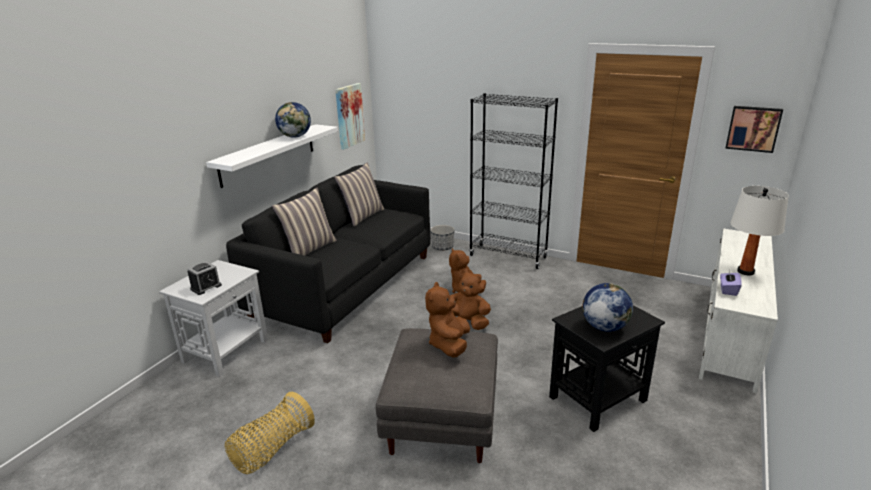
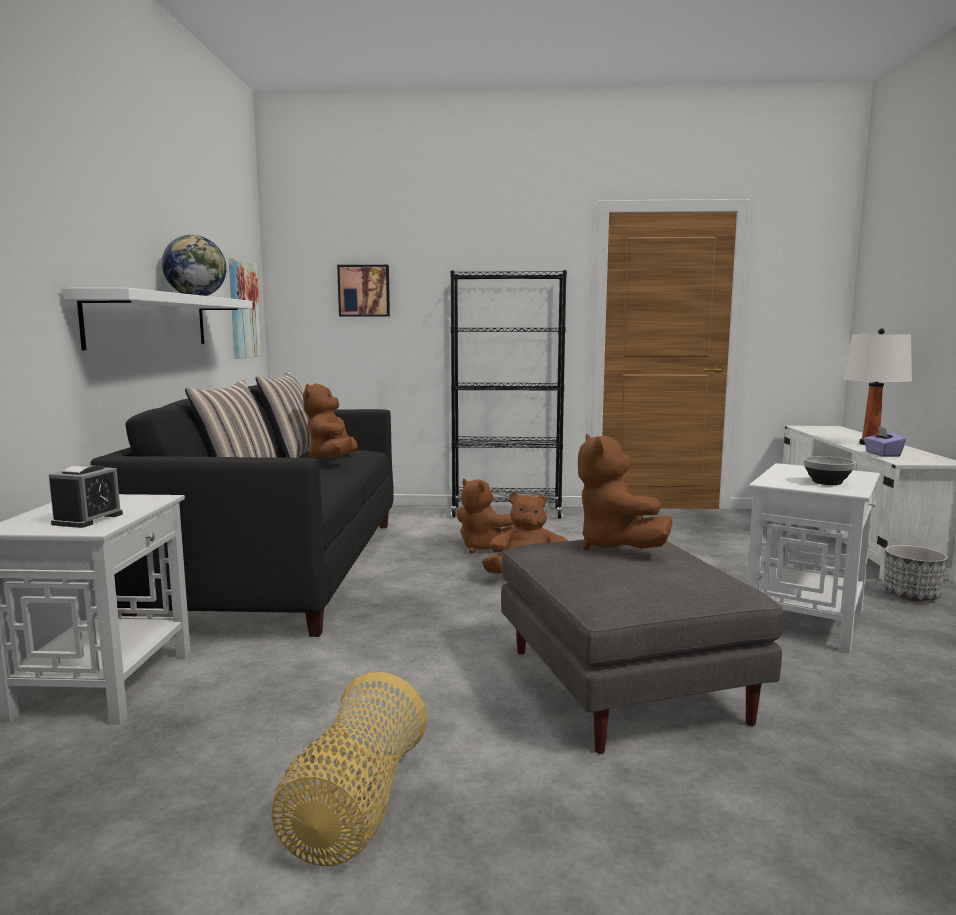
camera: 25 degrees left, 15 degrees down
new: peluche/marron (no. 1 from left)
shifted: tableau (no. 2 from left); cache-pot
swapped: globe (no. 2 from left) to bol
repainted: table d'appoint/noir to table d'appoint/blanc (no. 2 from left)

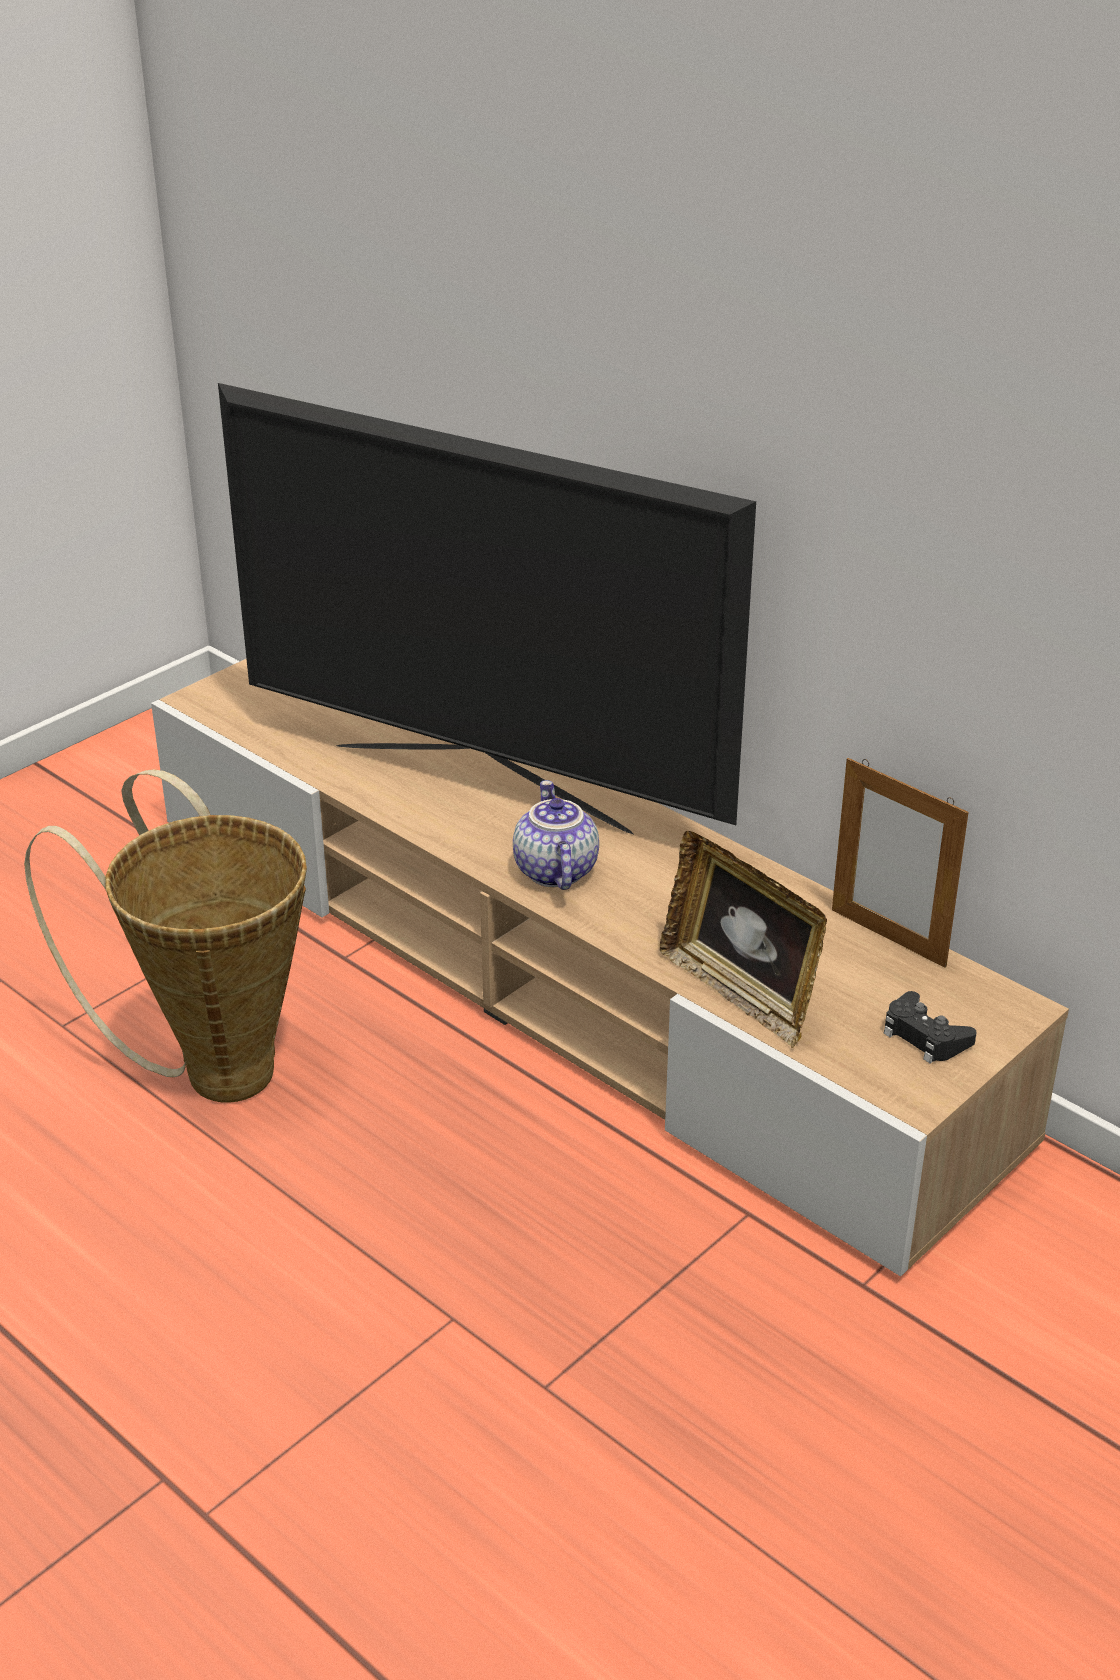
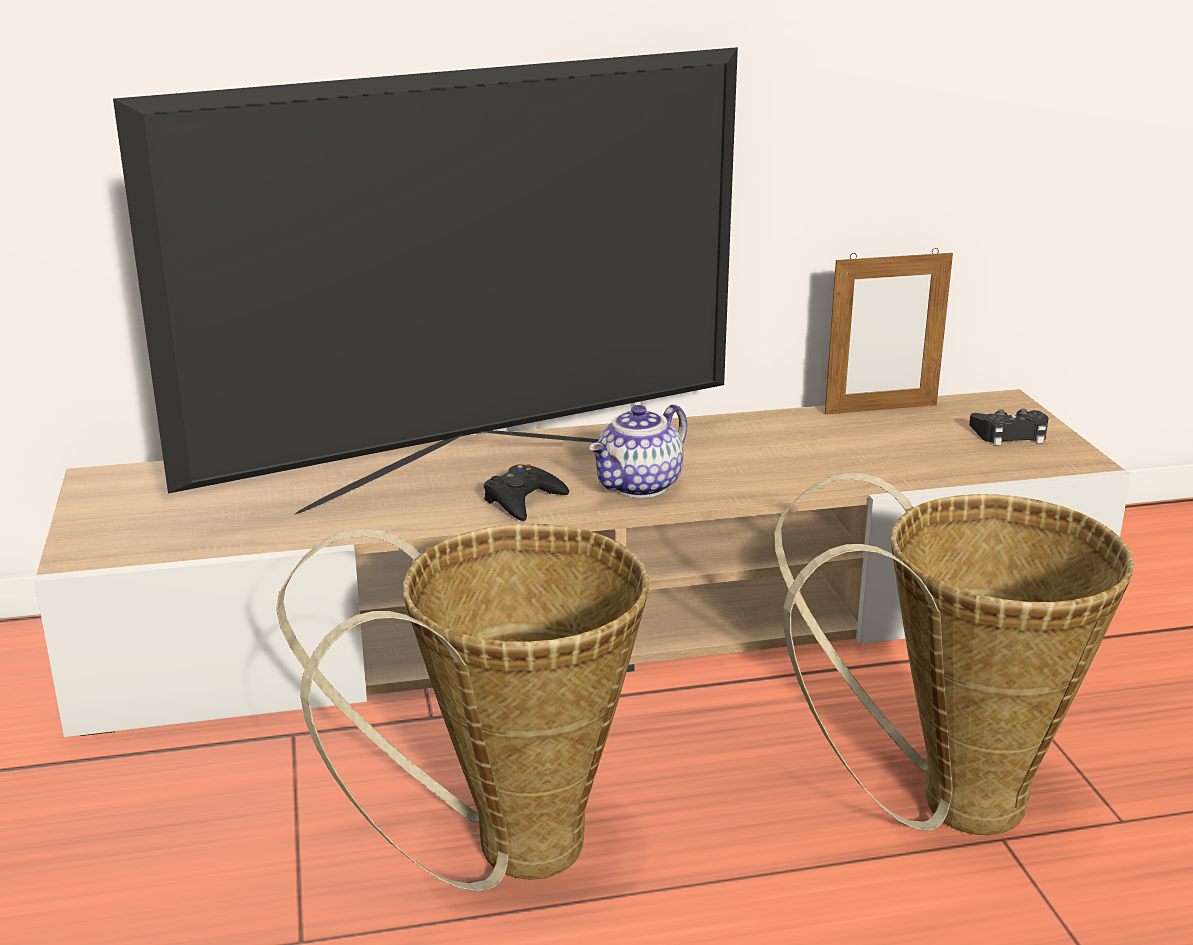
camera: 55 degrees left, 10 degrees down
gone: cadre photo (no. 1 from left)
new: manette/noir (no. 1 from left); panier (no. 2 from left)
rotated: théière 75 degrees counterclockwise

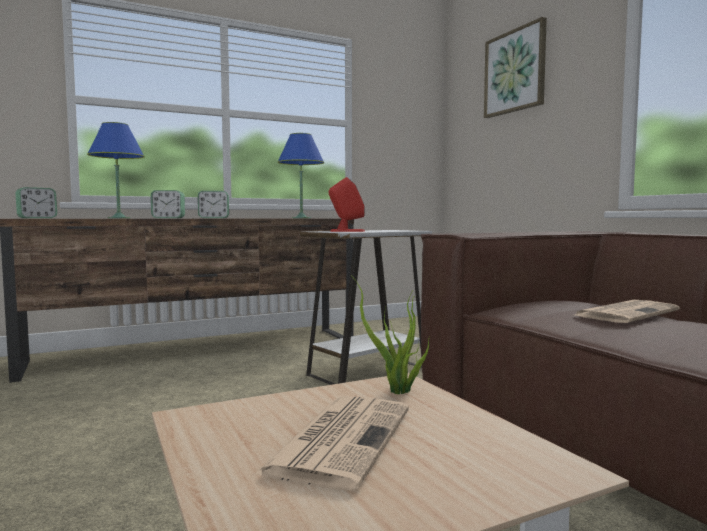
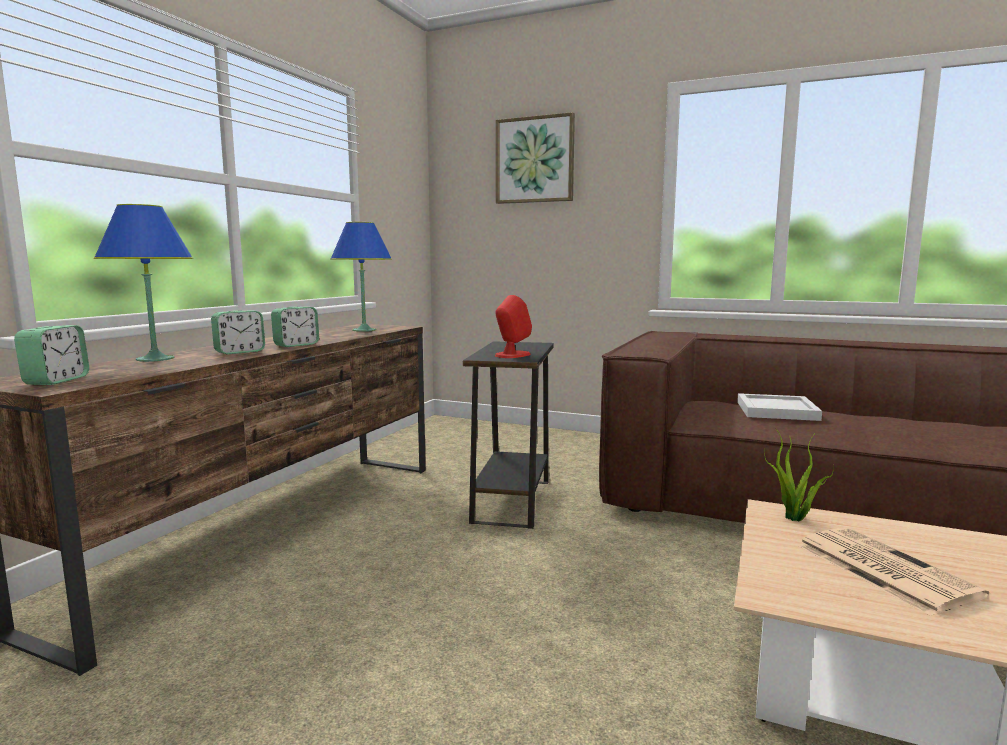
camera: 40 degrees left, 5 degrees up
swapped: journal (no. 2 from left) to plateau/blanc
repainted: table d'appoint/blanc to table d'appoint/noir

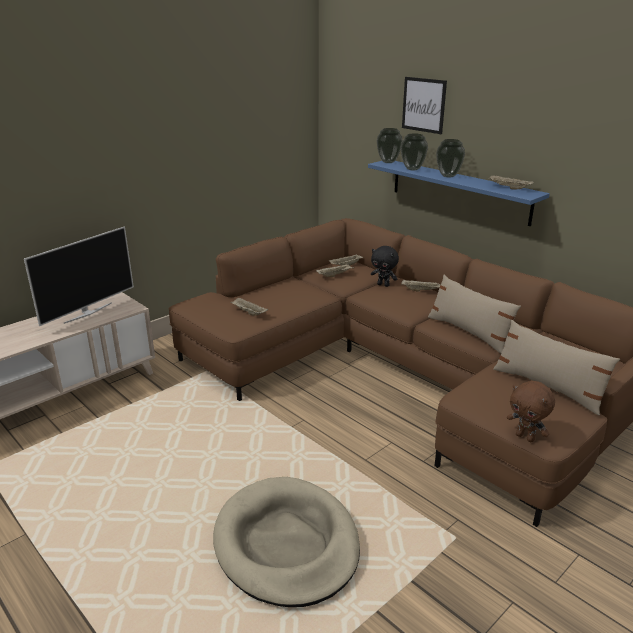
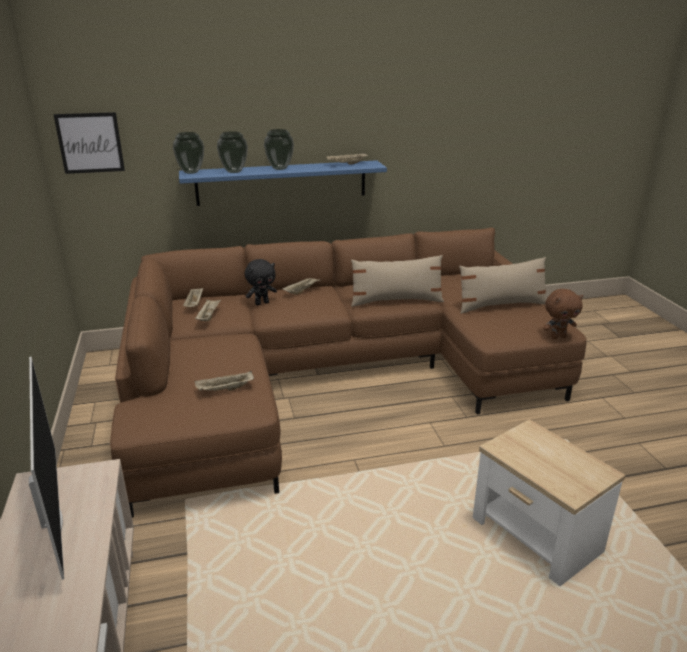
camera: 60 degrees left, 0 degrees up
shifted: tableau
swapped: panier pour chien/beige to table d'appoint

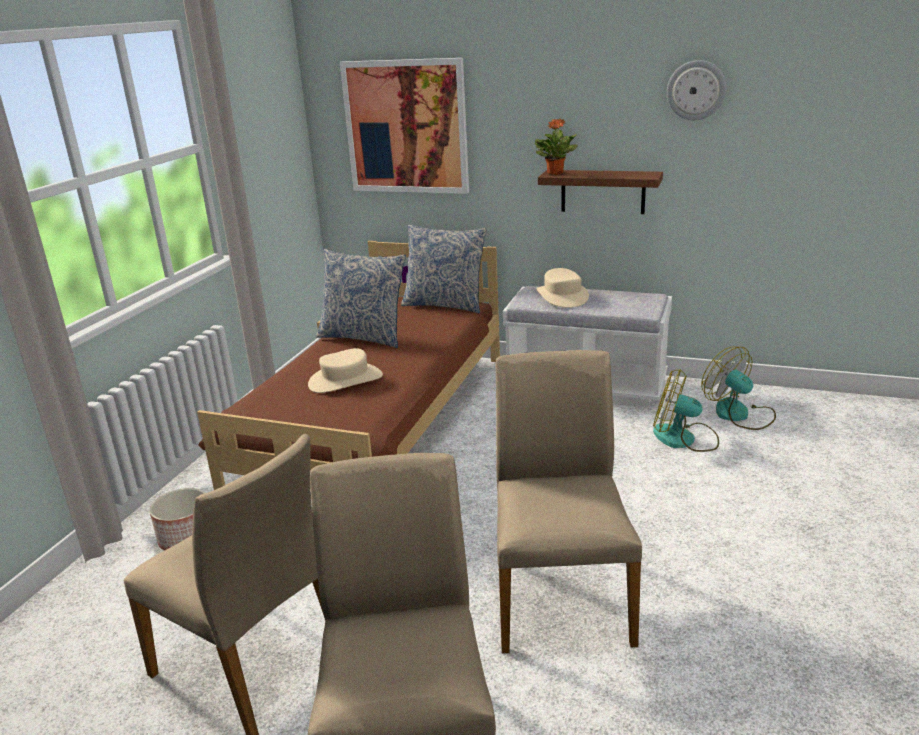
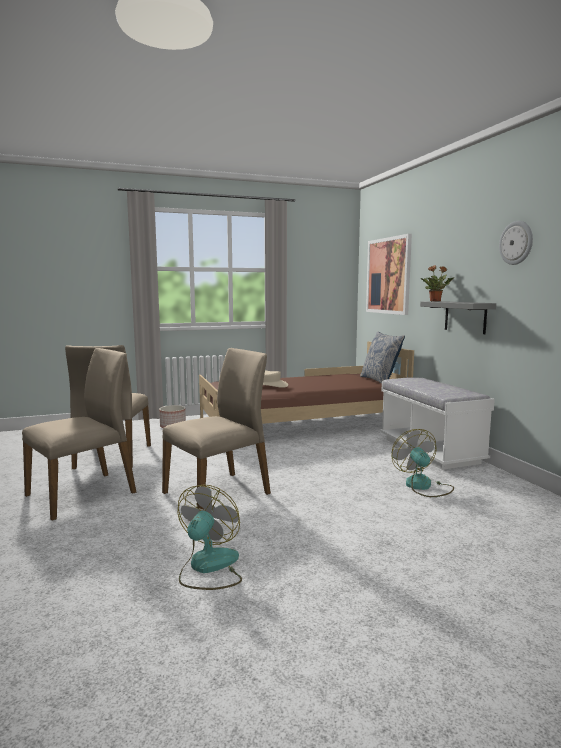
camera: 50 degrees right, 15 degrees down
gone: coussin (no. 1 from left); chapeau/beige (no. 2 from left)
shifted: ventilateur (no. 2 from left in the first image) to ventilateur (no. 1 from left)
repainted: étagère/marron to étagère/gris

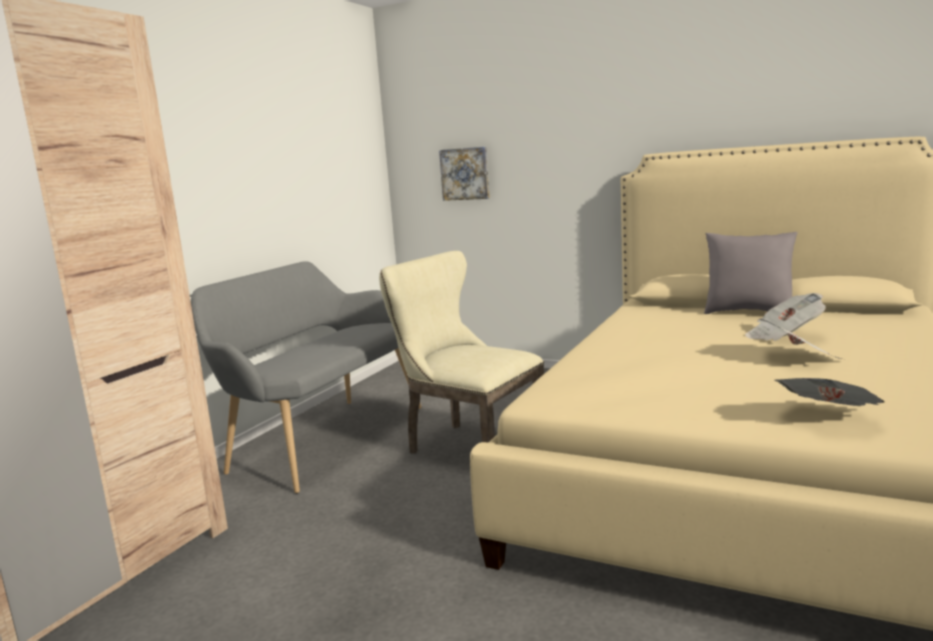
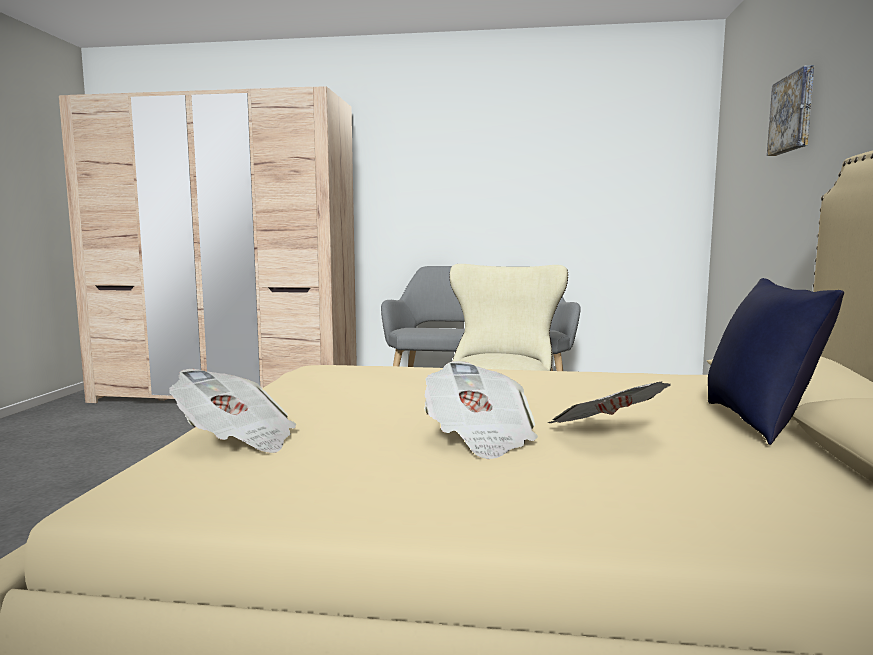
camera: 70 degrees right, 5 degrees down
shifted: tableau
repainted: coussin/gris to coussin/bleu

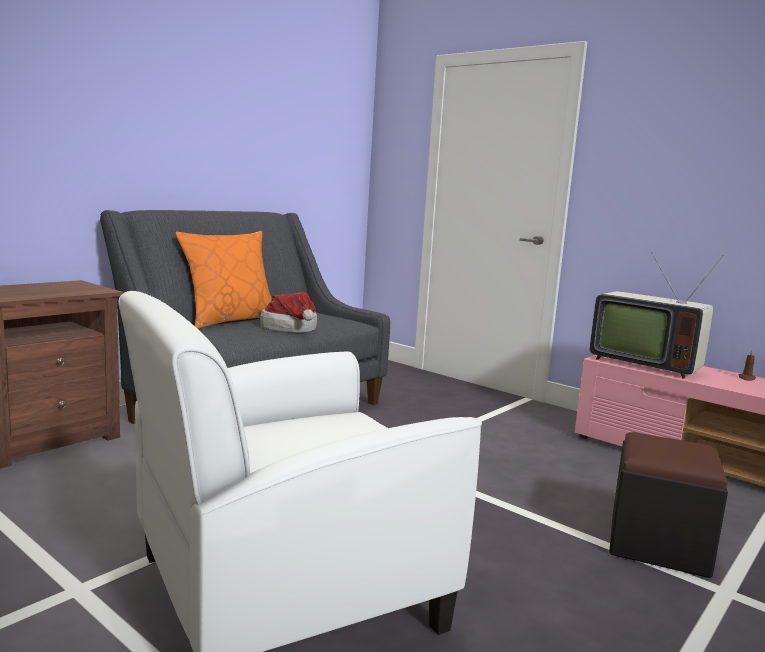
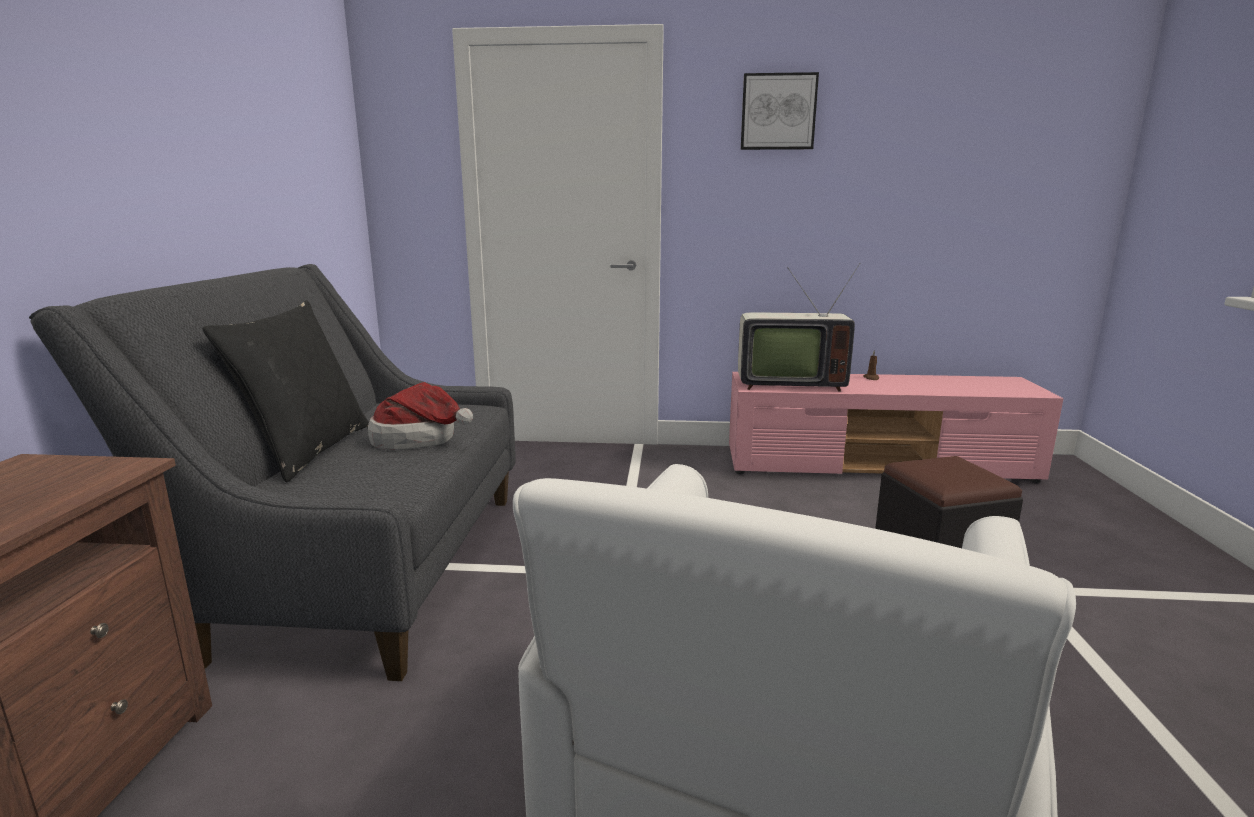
camera: 35 degrees left, 5 degrees up
new: tableau
repainted: coussin/orange to coussin/noir

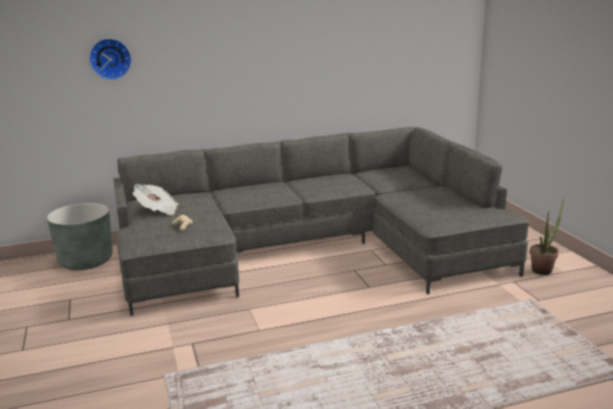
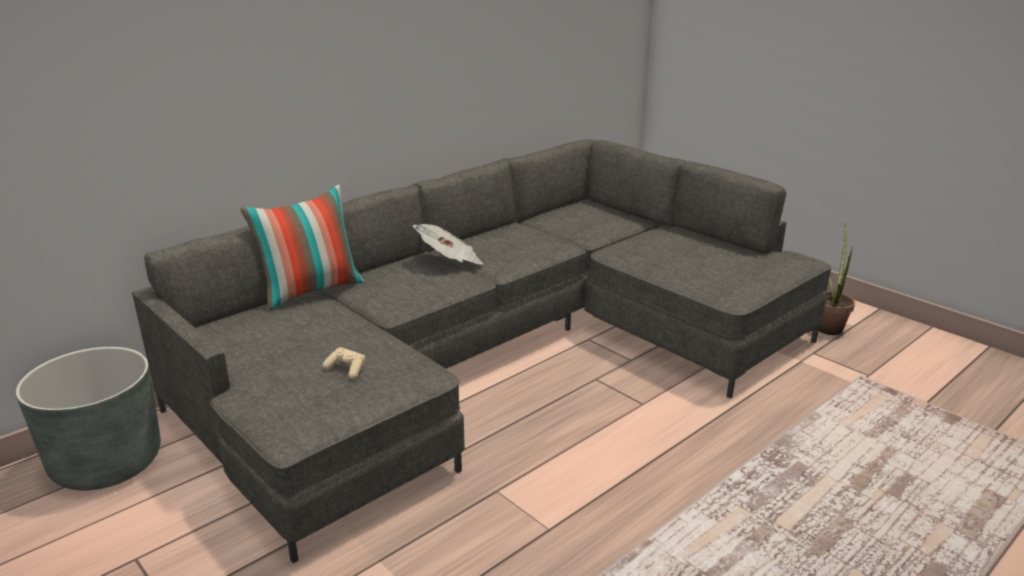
camera: 25 degrees left, 5 degrees up
gone: horloge murale
new: coussin
shifted: journal

